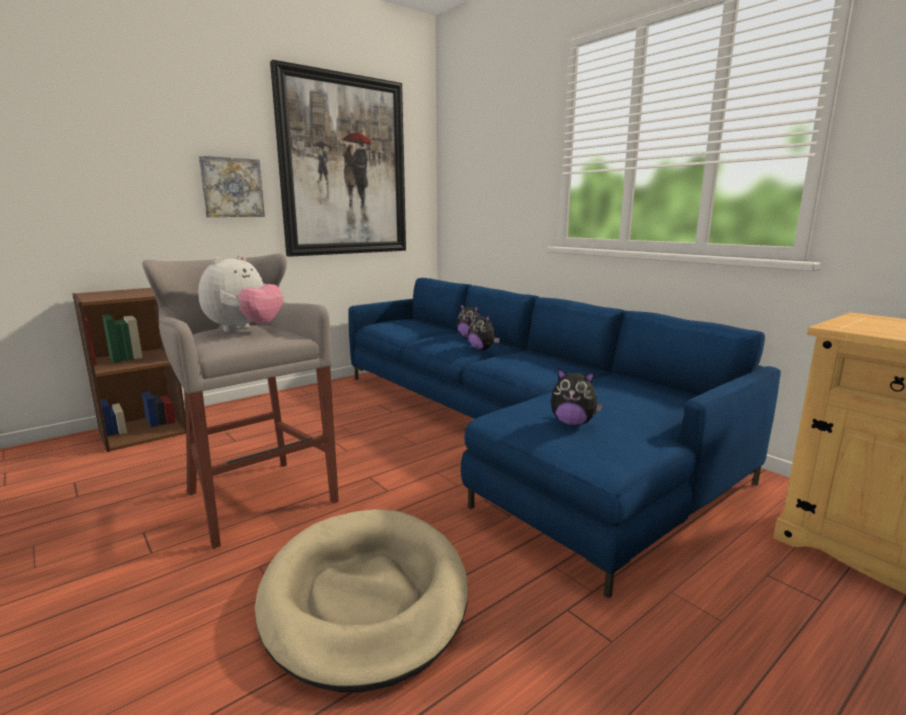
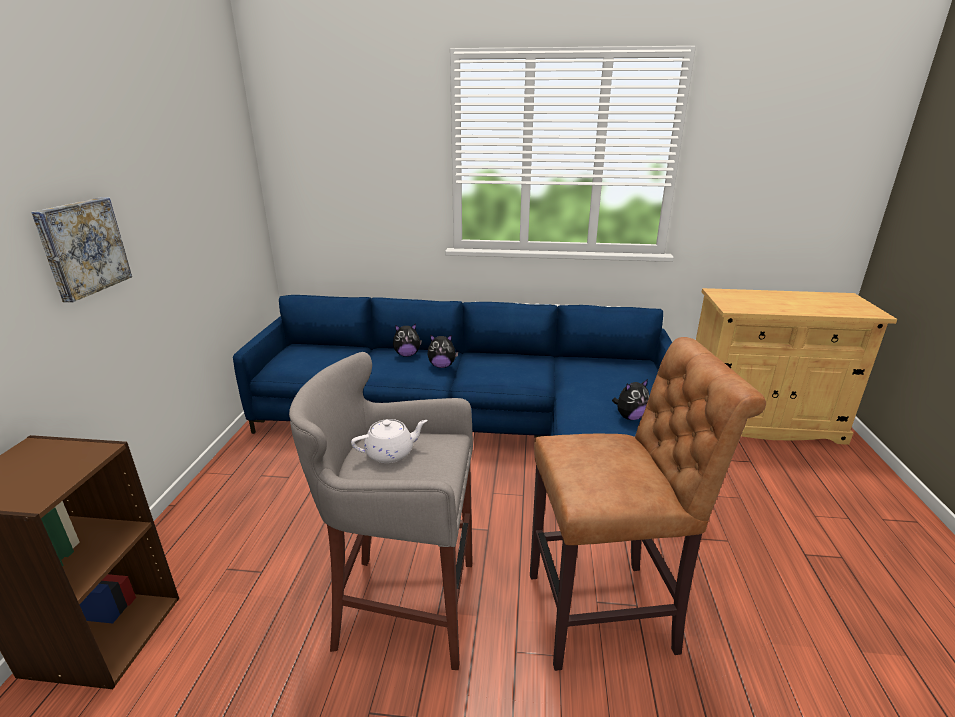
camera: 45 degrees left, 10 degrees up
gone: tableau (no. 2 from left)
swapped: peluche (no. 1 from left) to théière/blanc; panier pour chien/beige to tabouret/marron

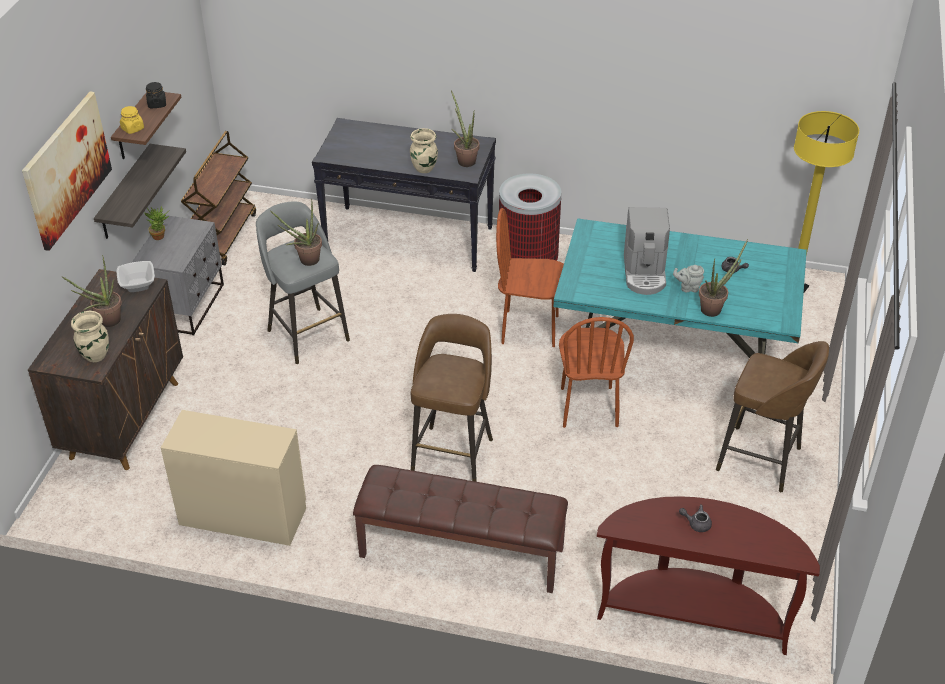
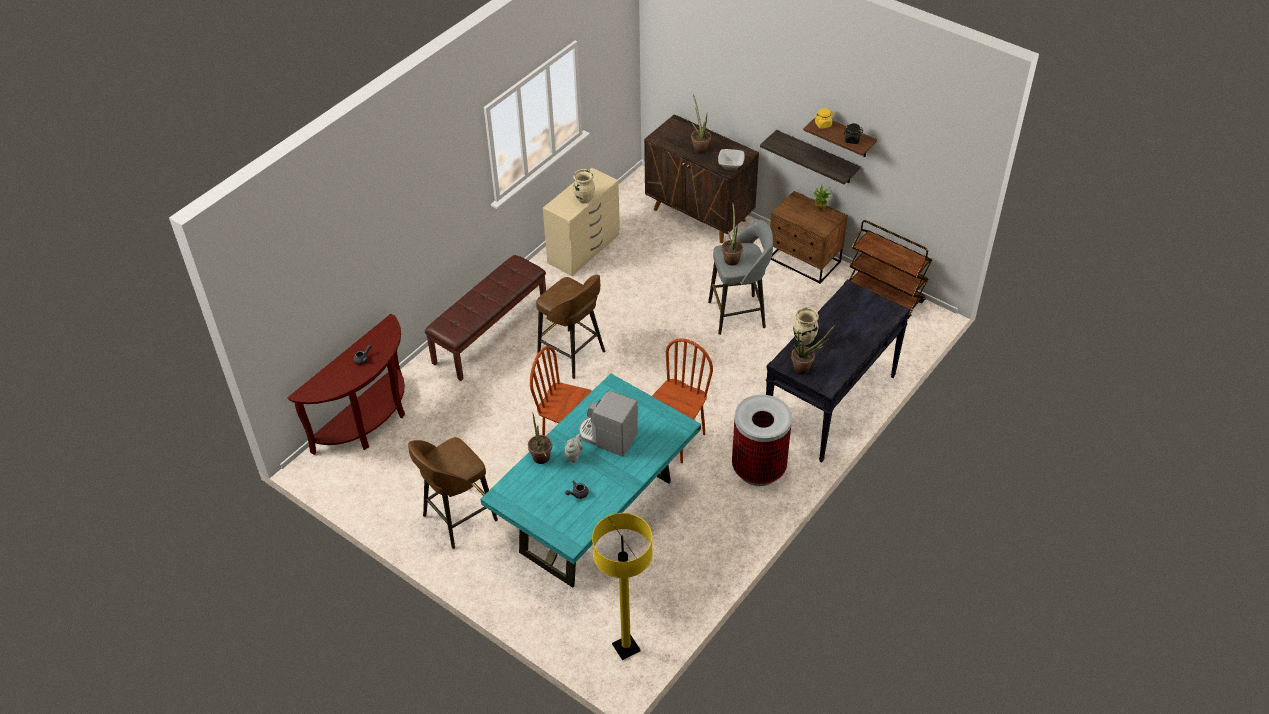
camera: 115 degrees right, 5 degrees up
gone: tableau
shifted: vase/beige (no. 1 from left)
repainted: table de chevet/gris to table de chevet/marron

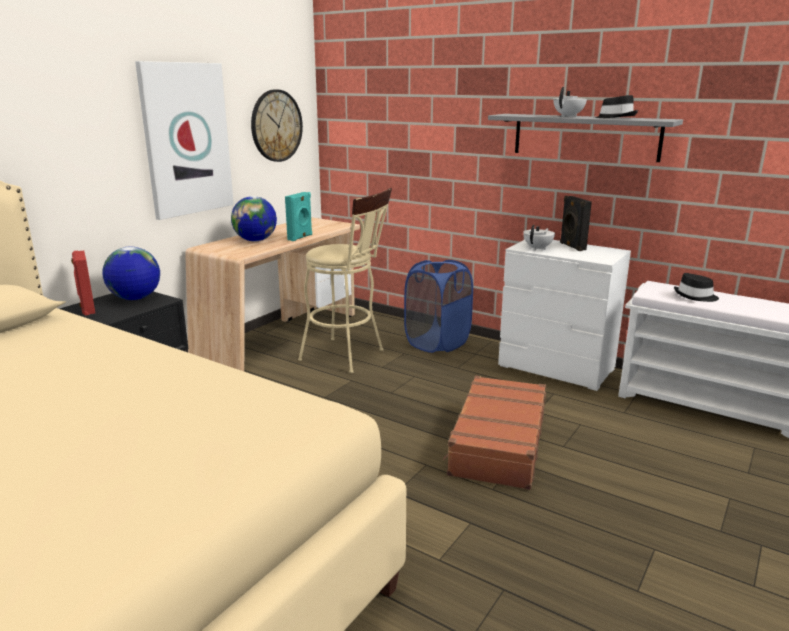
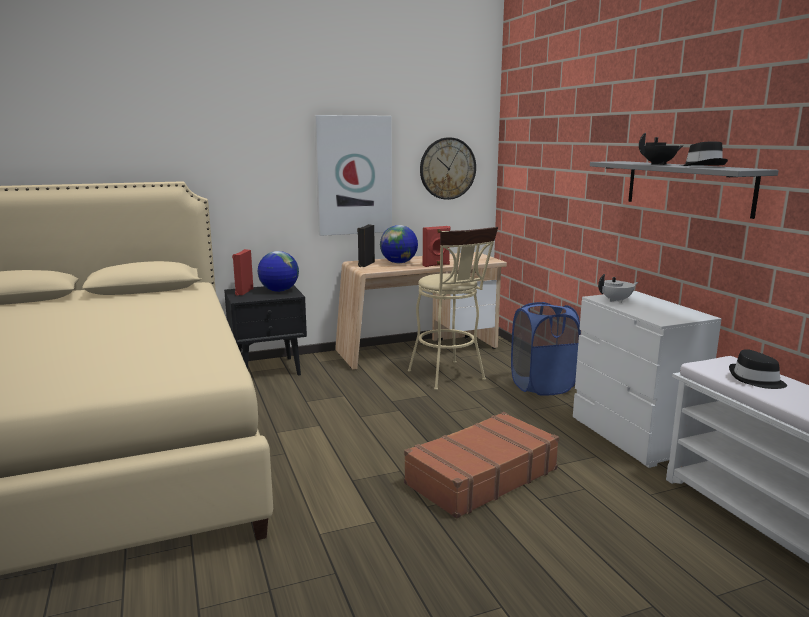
camera: 35 degrees right, 5 degrees down
shifted: enceinte/noir
repainted: enceinte/turquoise to enceinte/rouge (no. 2 from left); théière/blanc (no. 2 from left) to théière/noir

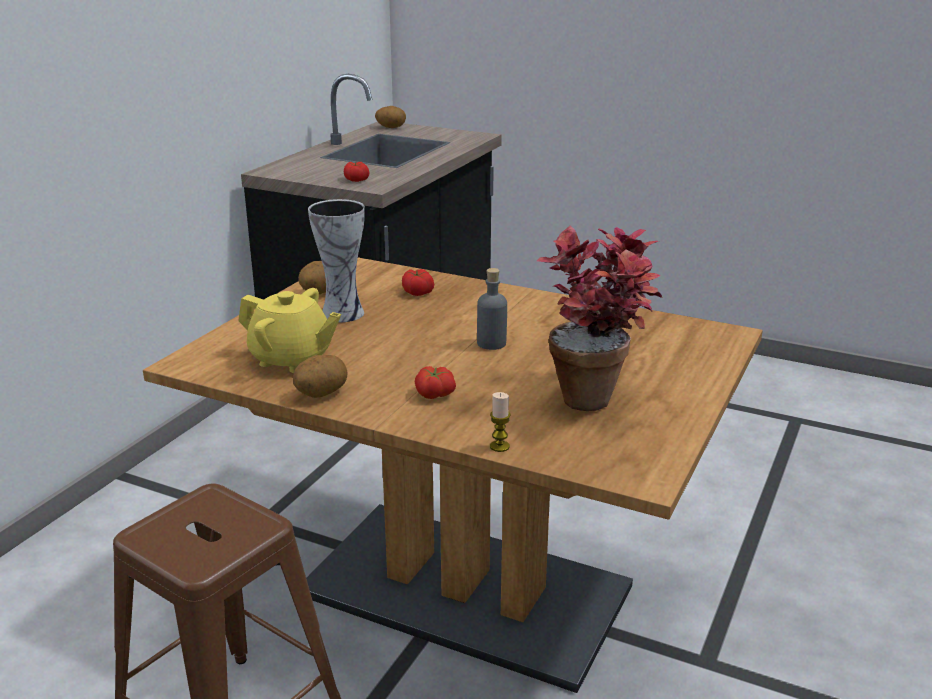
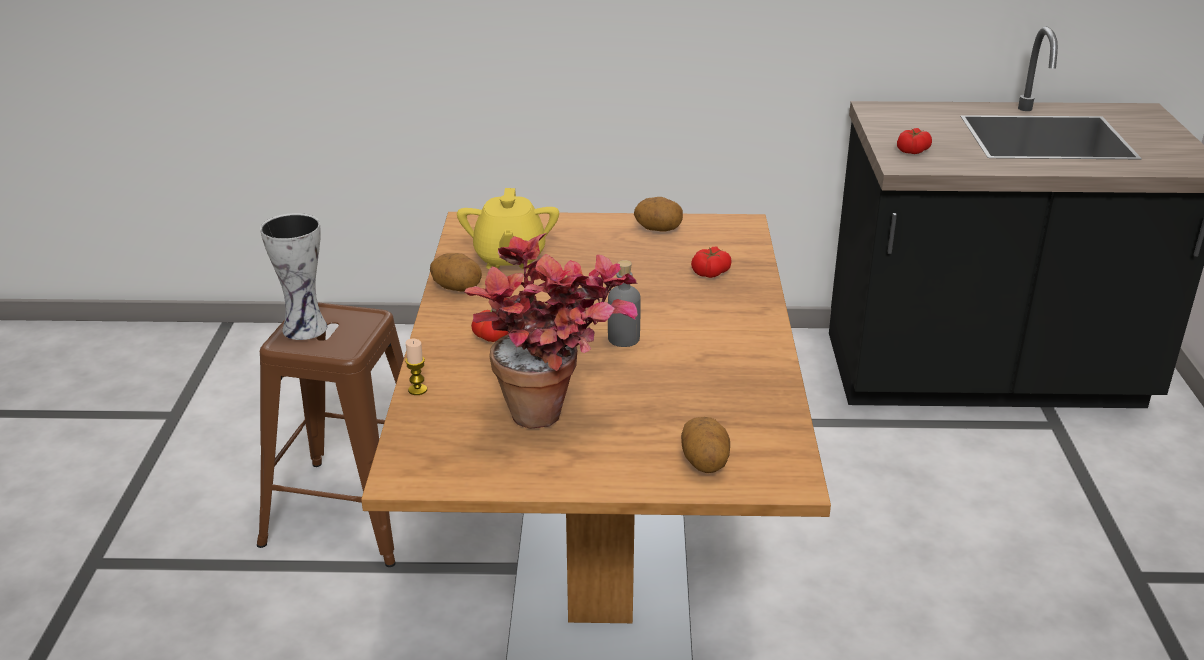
camera: 65 degrees right, 5 degrees up
shifted: vase; pomme de terre (no. 3 from left)

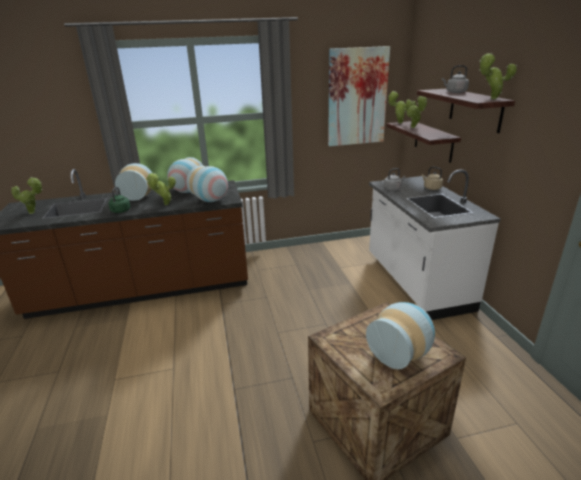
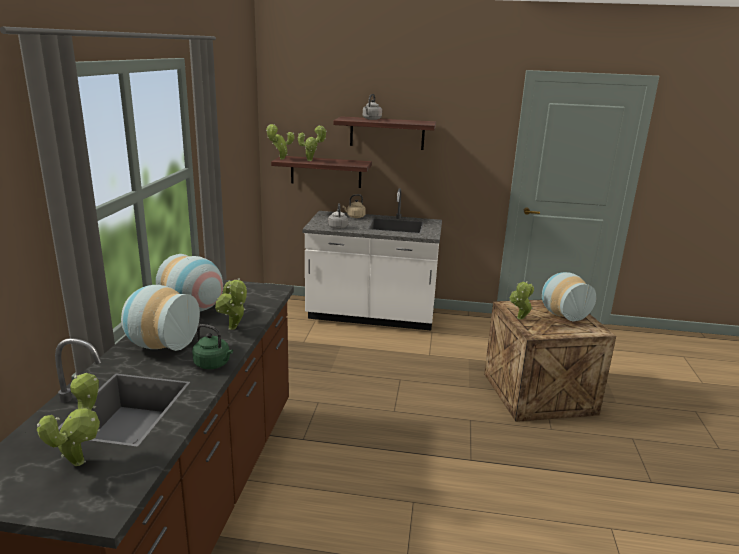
camera: 70 degrees left, 5 degrees down
gone: vase (no. 3 from left); tableau
shifted: plante en pot (no. 5 from left)

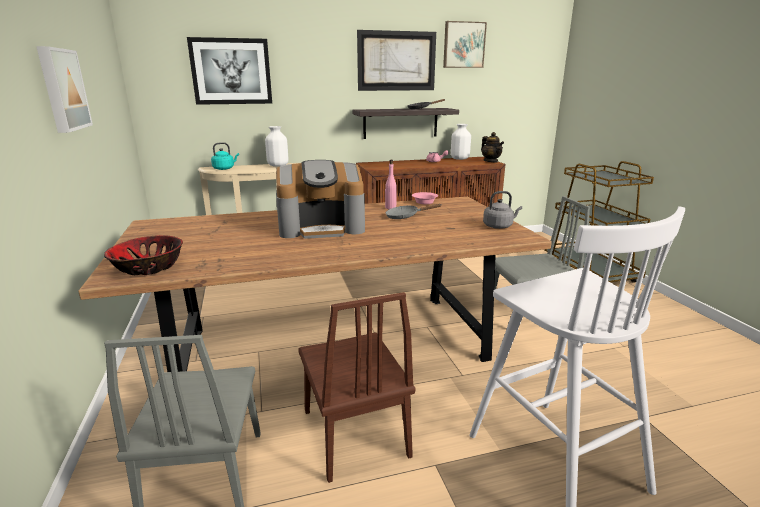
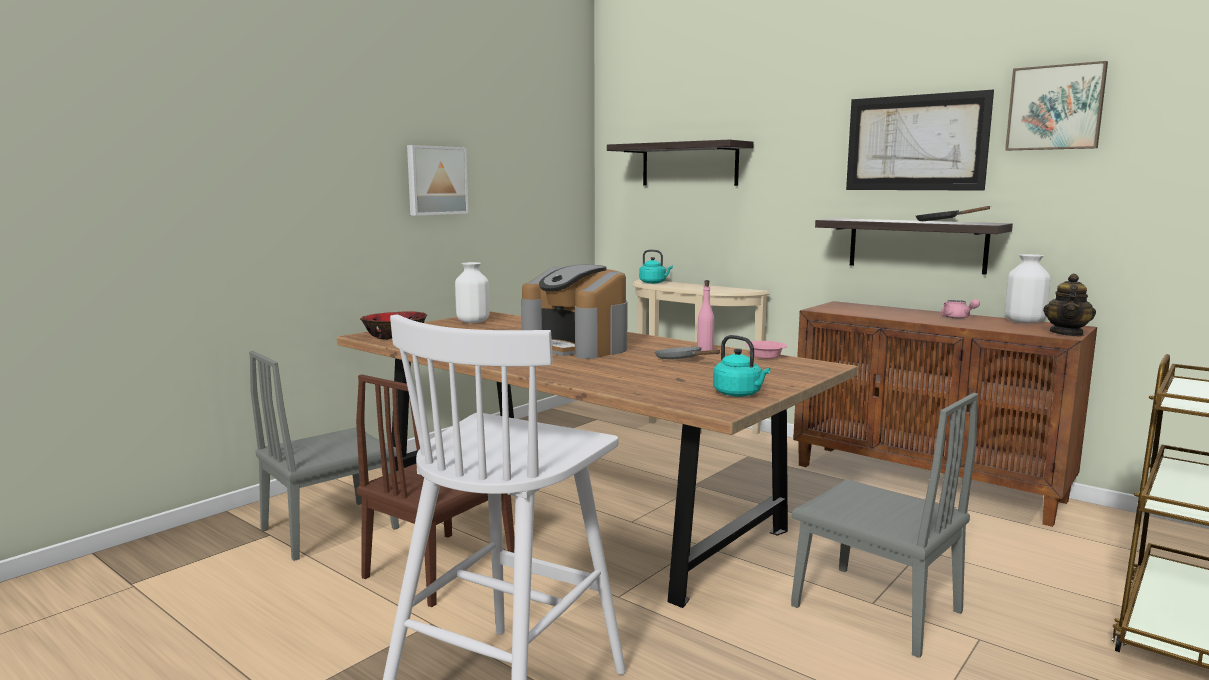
camera: 55 degrees right, 10 degrees down
shifted: vase/blanc (no. 1 from left)
swapped: tableau (no. 2 from left) to étagère (no. 1 from left)
repainted: bouilloire/gris to bouilloire/turquoise (no. 2 from left)

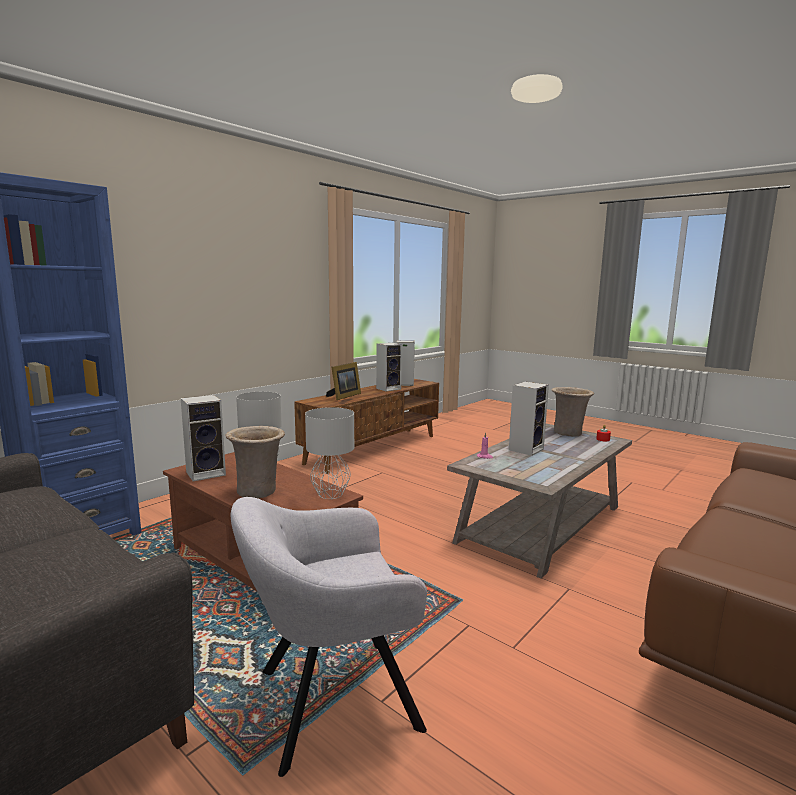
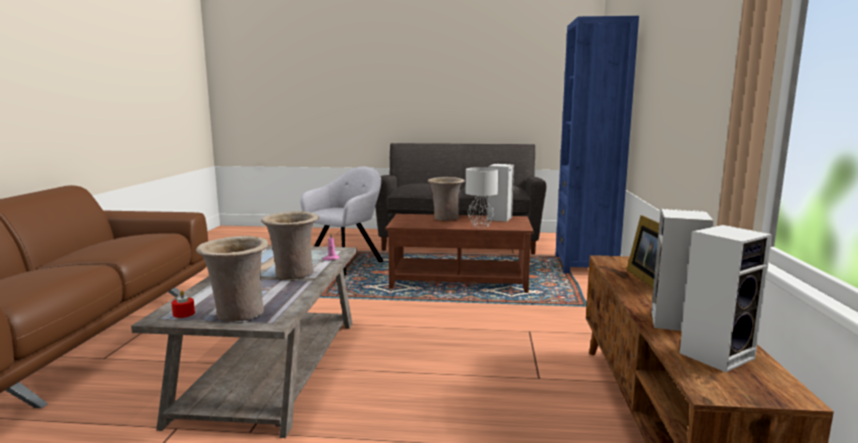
camera: 145 degrees right, 0 degrees up
gone: lampe de table/gris (no. 2 from left)
swapped: enceinte (no. 4 from left) to vase/beige (no. 2 from left)

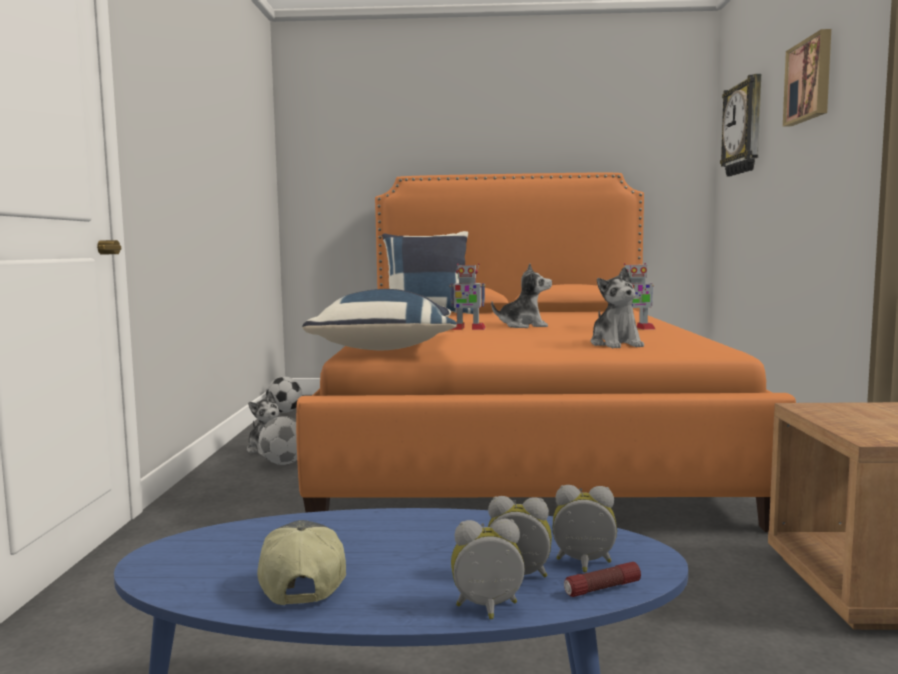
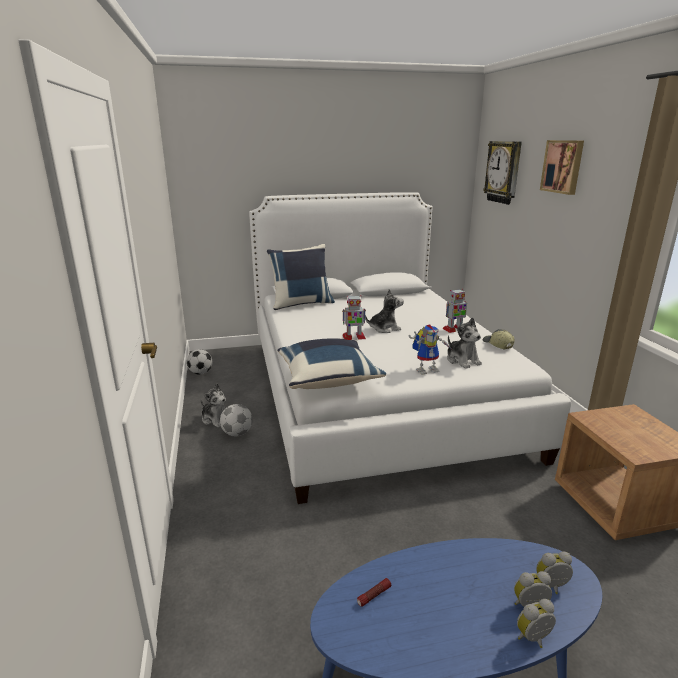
camera: 15 degrees left, 15 degrees up
new: robot jouet (no. 2 from left)
shifted: lampe de poche; casquette
repainted: lit/orange to lit/blanc

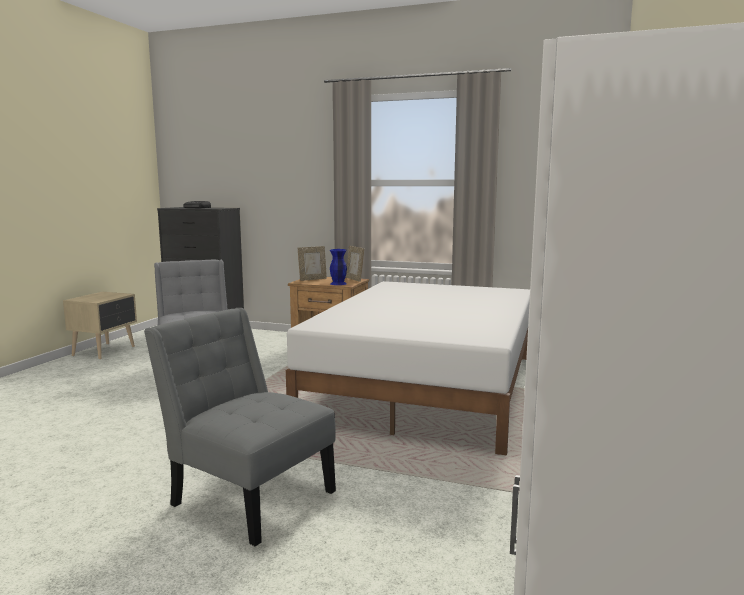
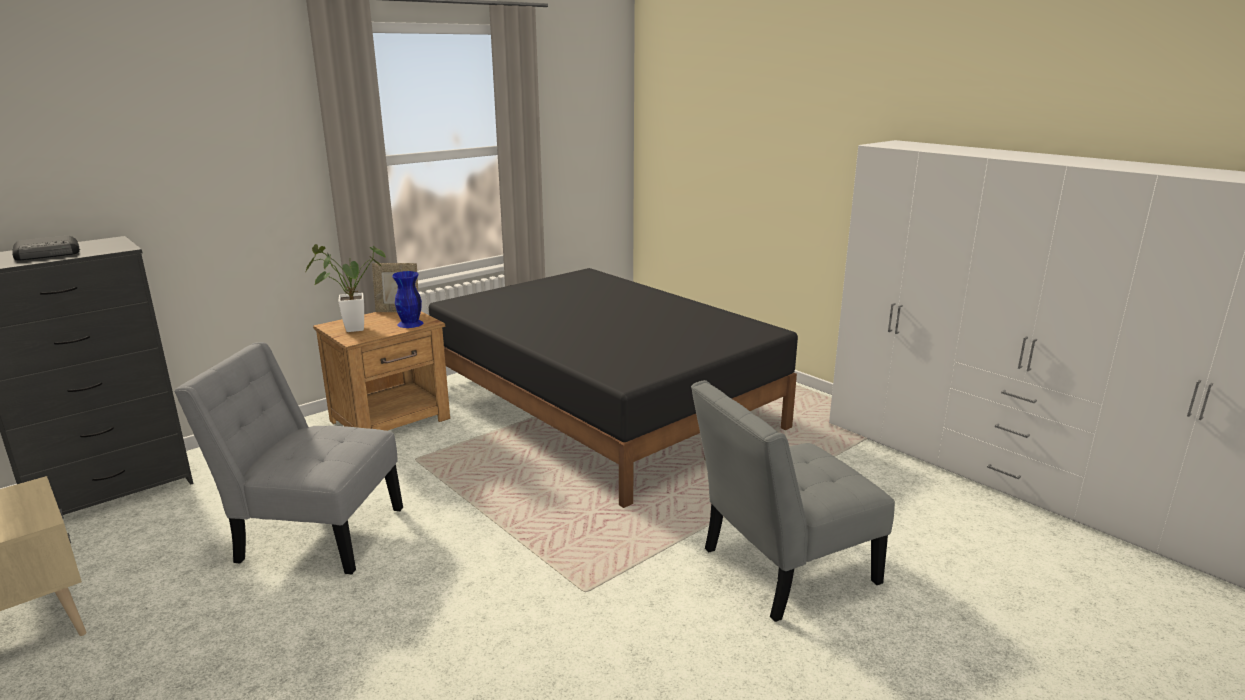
camera: 60 degrees left, 10 degrees up
swapped: cadre photo (no. 1 from left) to plante en pot
repainted: lit/blanc to lit/noir

